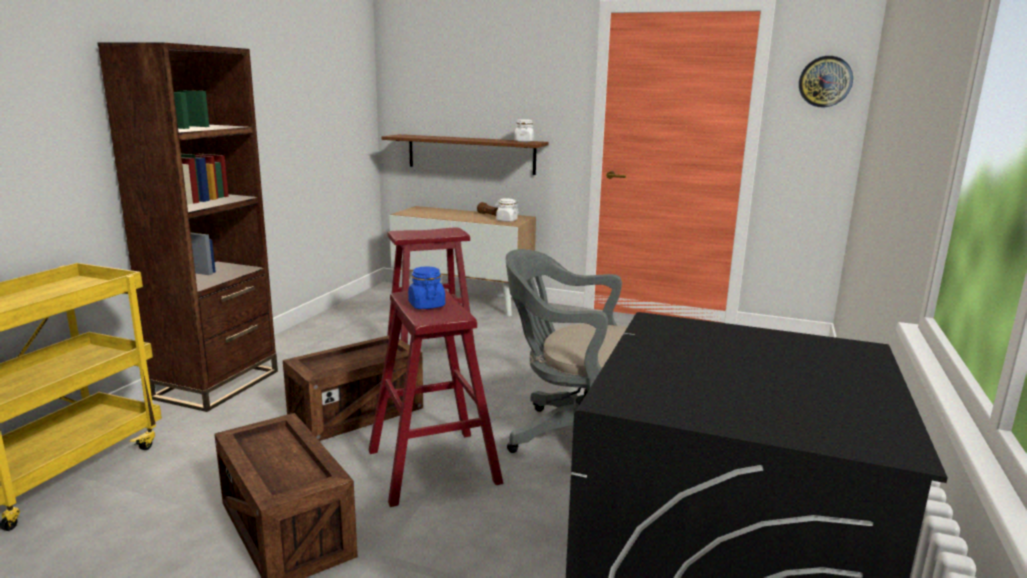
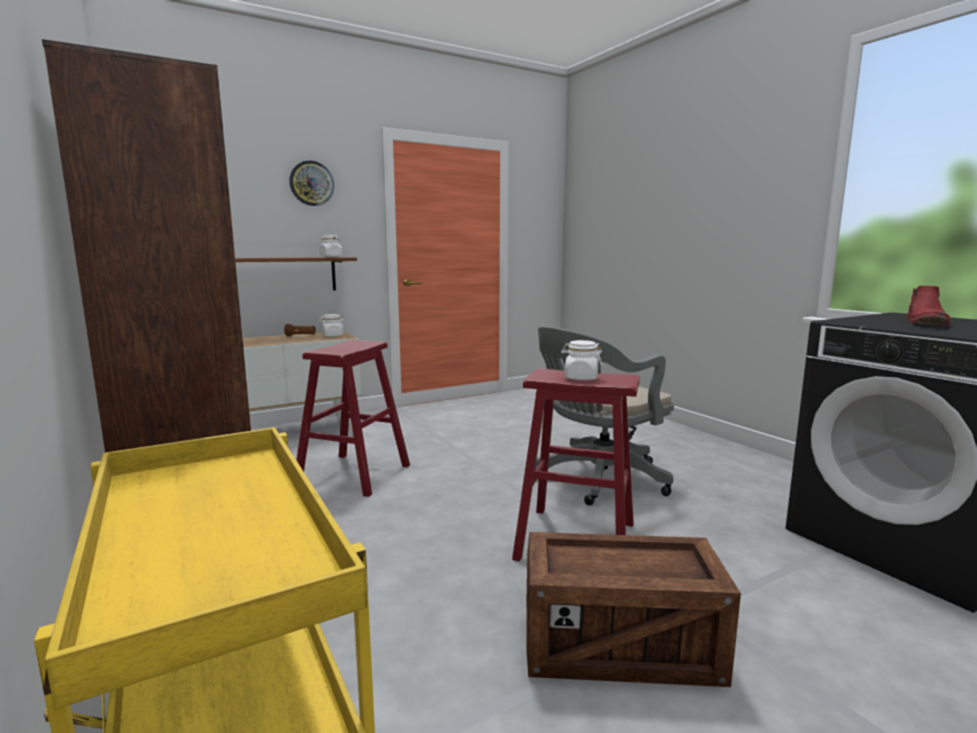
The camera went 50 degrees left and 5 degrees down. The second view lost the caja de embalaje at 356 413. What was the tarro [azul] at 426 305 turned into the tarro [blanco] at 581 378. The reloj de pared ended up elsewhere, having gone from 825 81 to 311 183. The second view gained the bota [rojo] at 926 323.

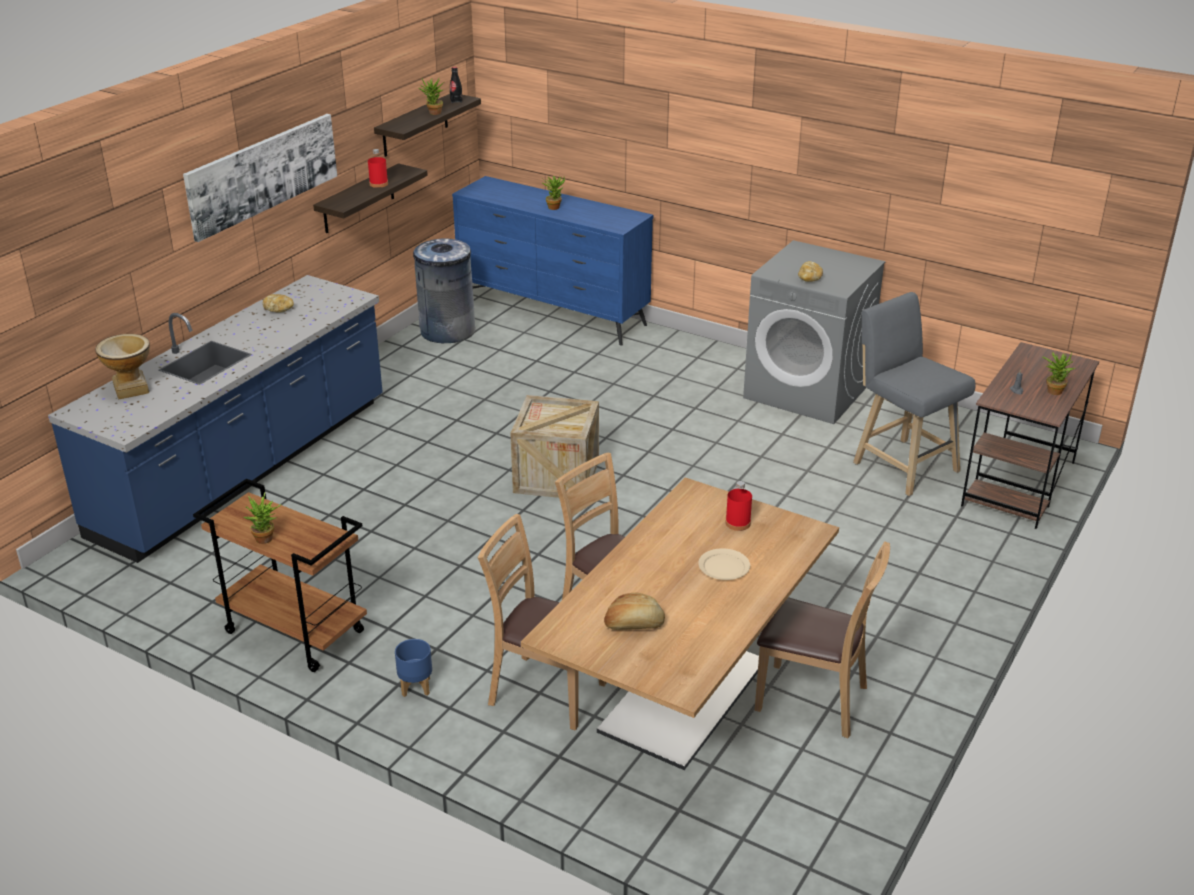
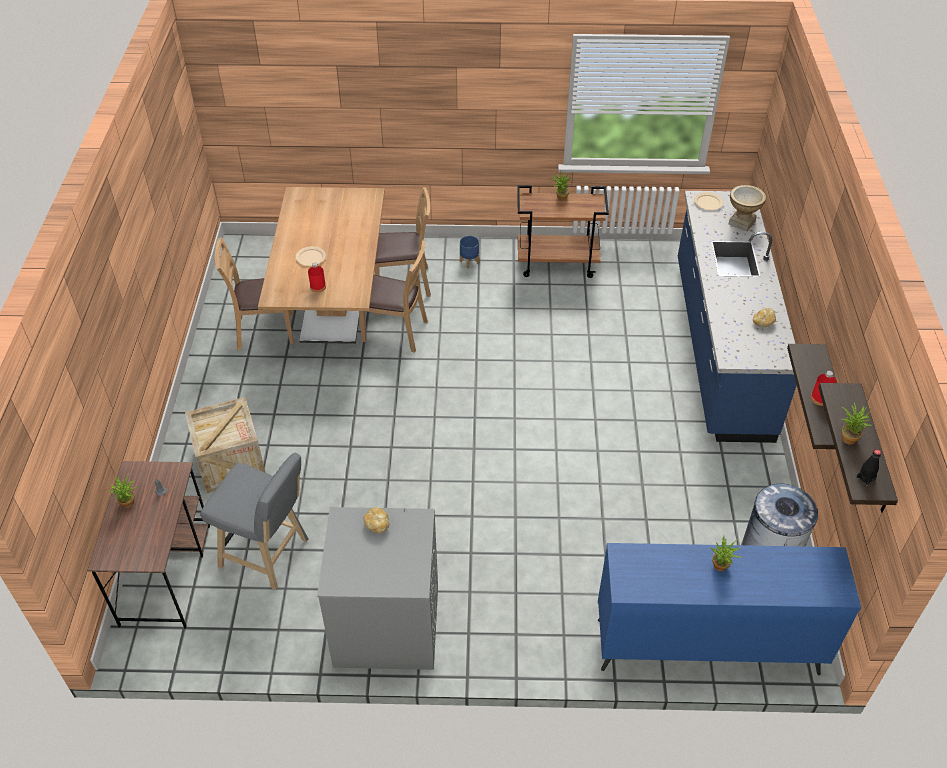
The camera went 150 degrees right and 15 degrees up. The second view lost the cuadro at 263 174. The caja de embalaje ended up elsewhere, having gone from 556 476 to 230 462. The second view lost the pan at 634 624. The second view gained the plato [beis] at 708 203.

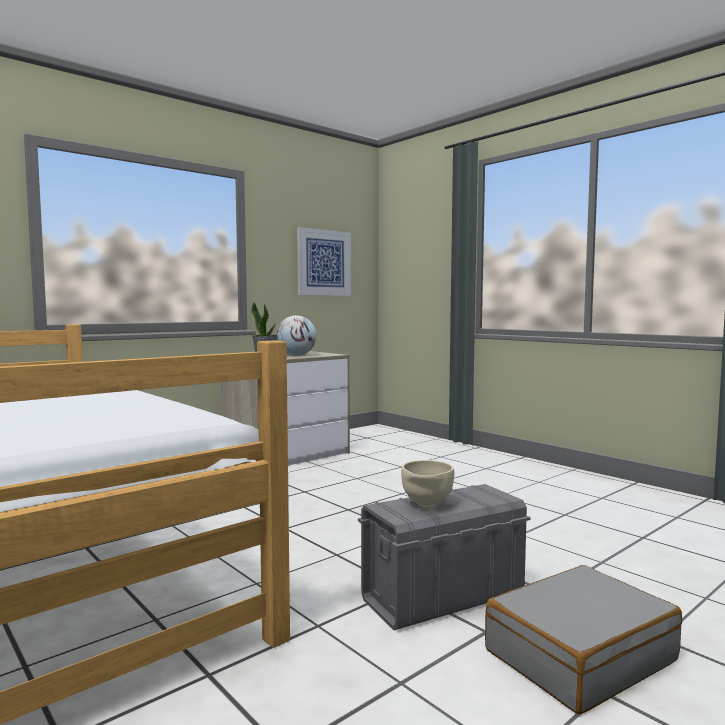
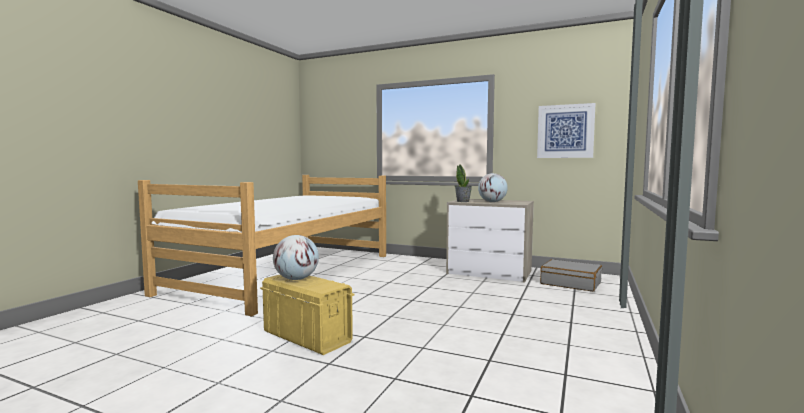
The camera went 65 degrees right and 0 degrees up. What was the caja de almacenaje [gris] at 442 597 turned into the caja de almacenaje [amarillo] at 307 336. Where the cuenco [beis] stood at 426 506, the globo terráqueo came to stand at 296 279. The maleta [gris] ended up elsewhere, having gone from 579 655 to 570 283.

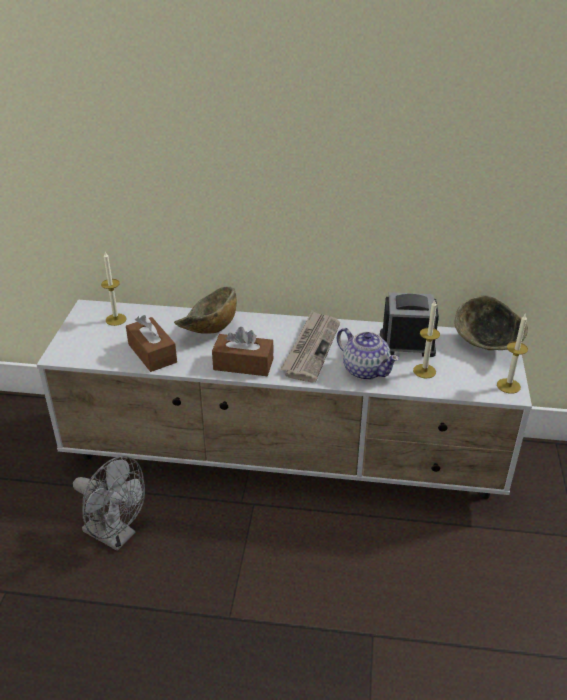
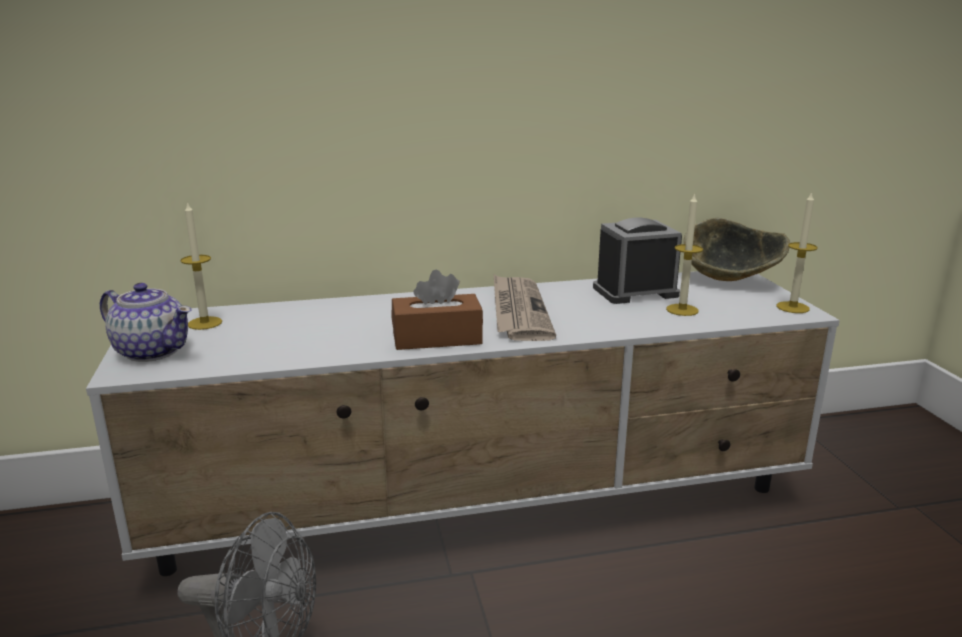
The camera went 20 degrees left and 15 degrees down. The second view lost the caja de pañuelos [marrón] at 152 353. The second view lost the cuenco at 208 331. The tetera ended up elsewhere, having gone from 365 369 to 152 351.

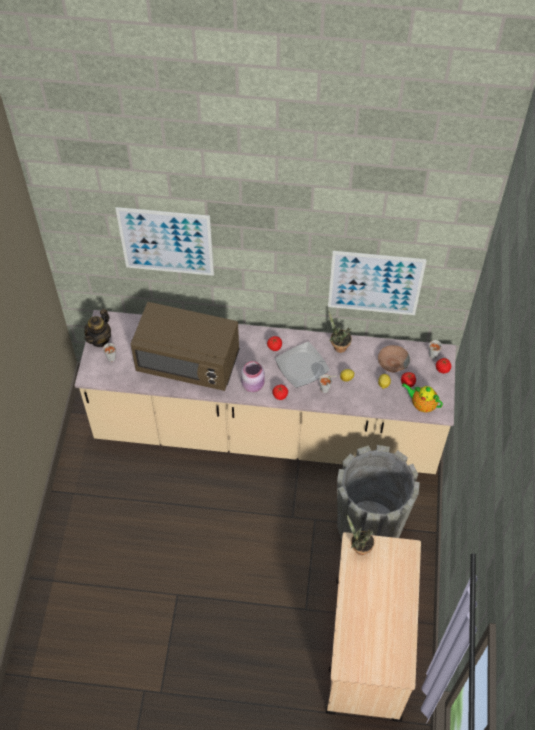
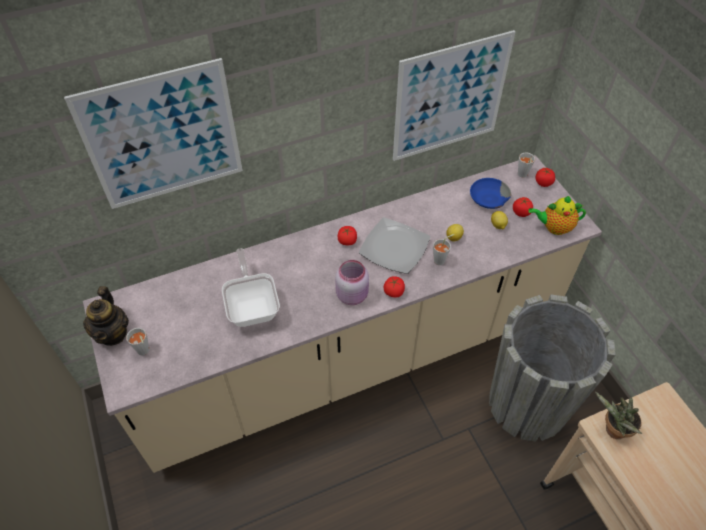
The camera went 30 degrees left and 5 degrees down. Where the microondas [marrón] stood at 188 362, the sartén came to stand at 253 306. The second view lost the planta en maceta at 338 346. What was the cuenco [marrón] at 392 362 turned into the cuenco [azul] at 488 199.

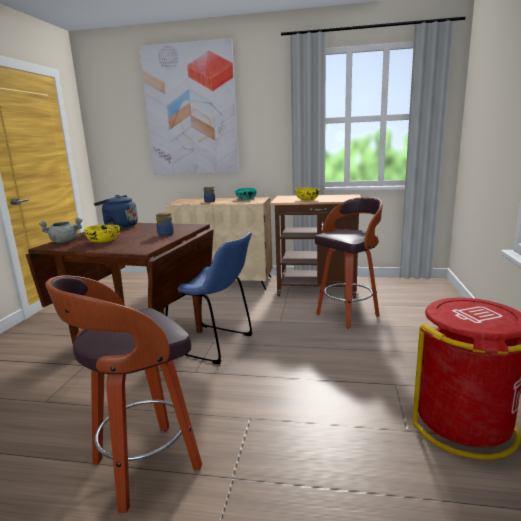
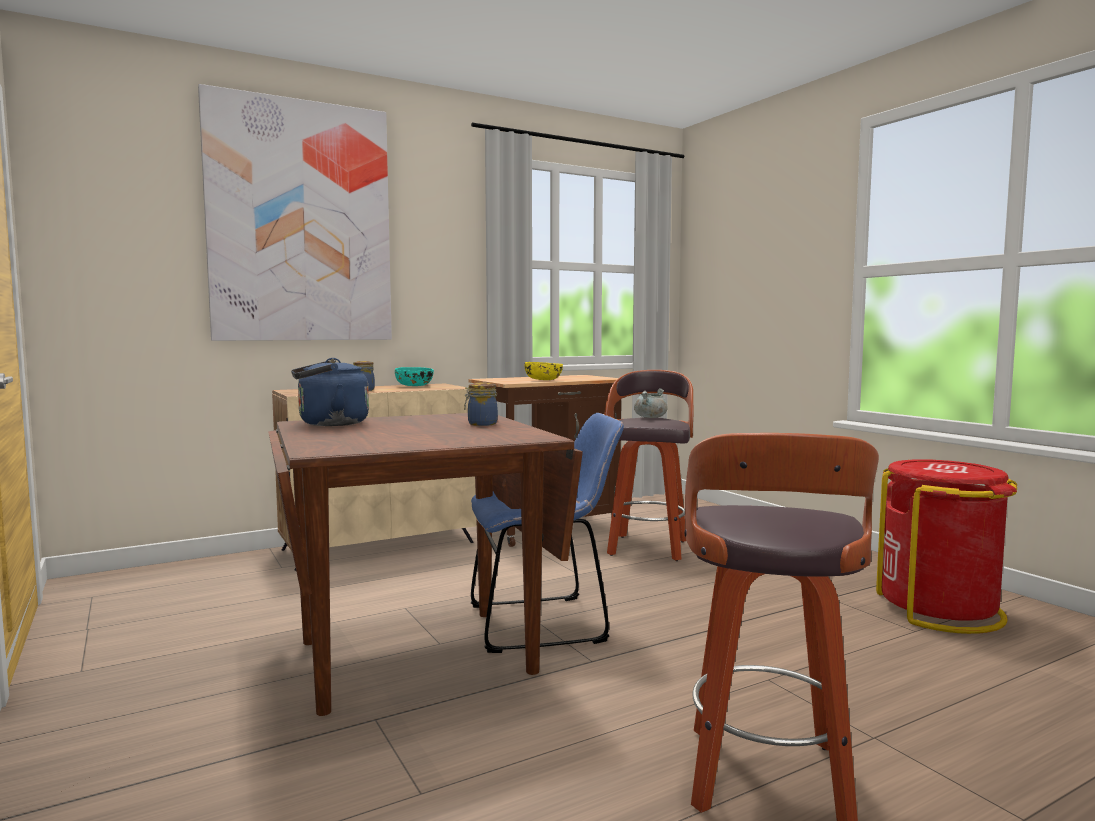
The camera went 40 degrees left and 10 degrees down. The olla [gris] ended up elsewhere, having gone from 64 241 to 650 417. The second view lost the cuenco [amarillo] at 104 241.

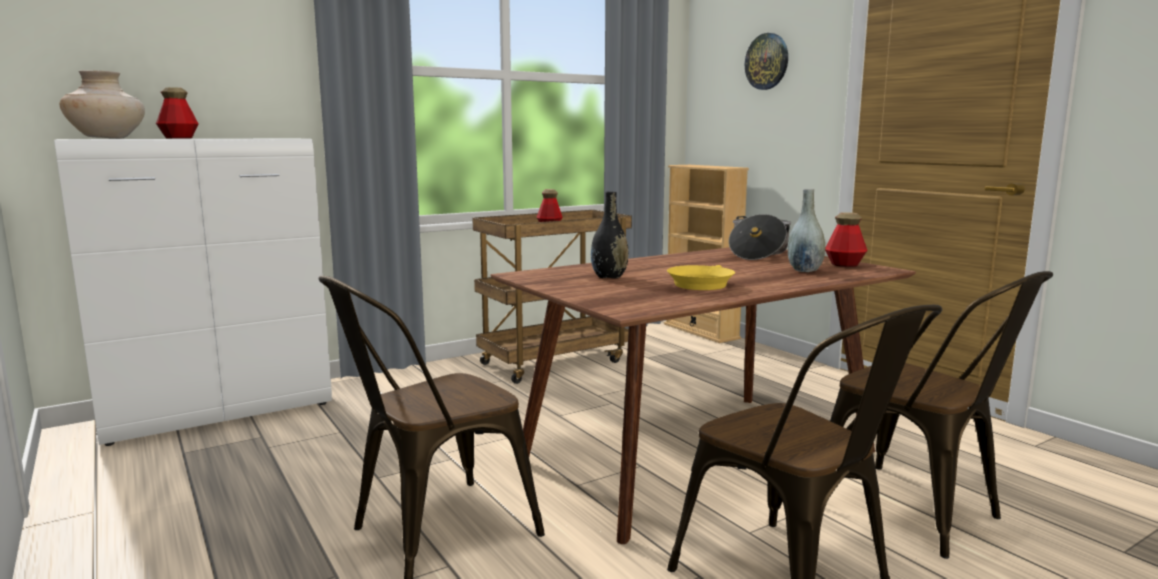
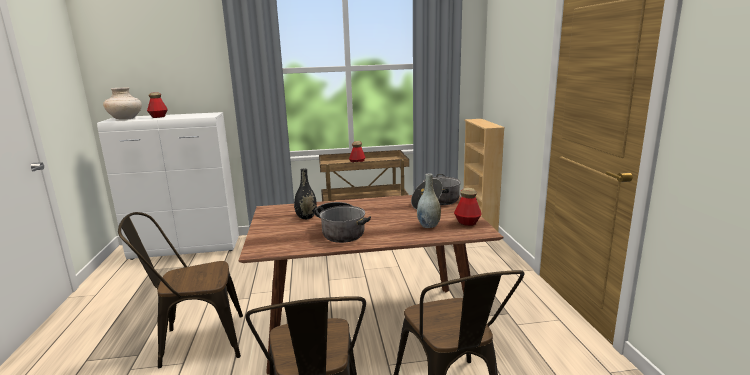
The camera went 25 degrees right and 5 degrees up. Where the sartén [amarillo] stood at 701 284, the olla came to stand at 341 231. The second view lost the reloj de pared at 767 61.

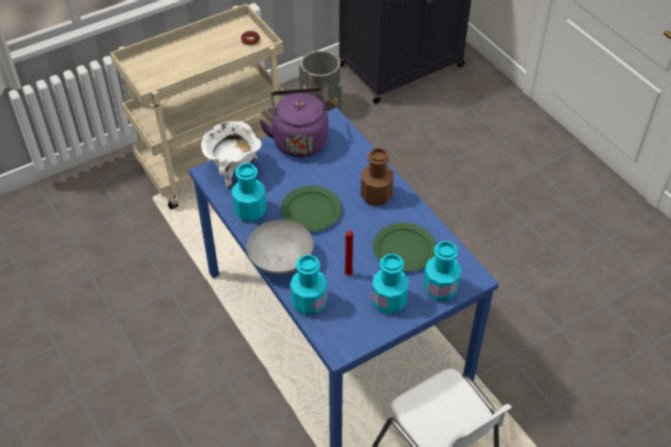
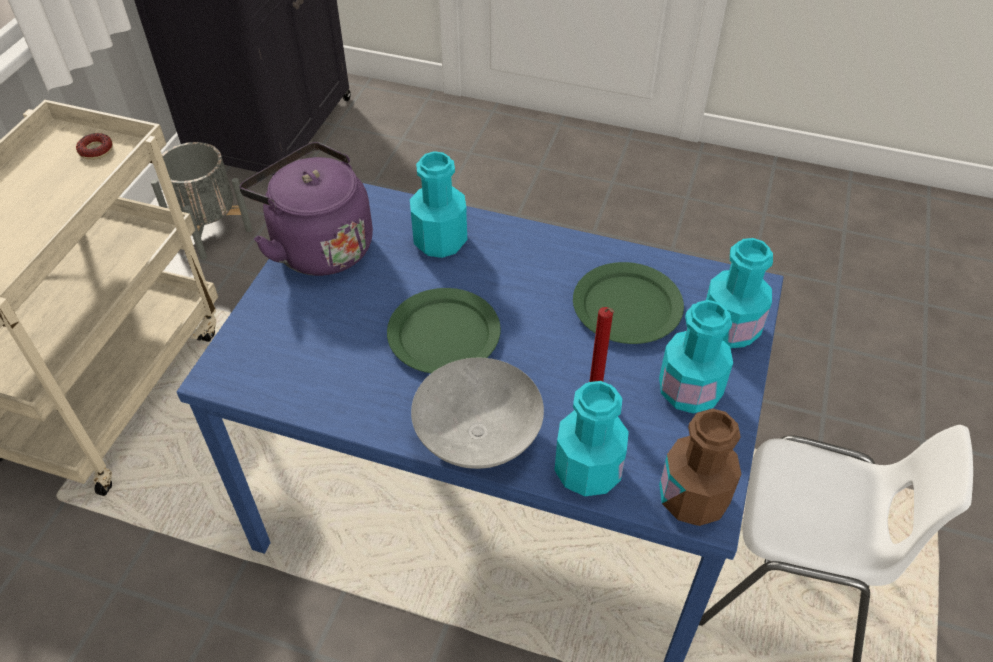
The camera went 40 degrees left and 0 degrees up. The second view lost the olla [blanco] at 233 170. The botella [turquesa] ended up elsewhere, having gone from 250 210 to 440 241. The botella [marrón] ended up elsewhere, having gone from 376 195 to 692 498.

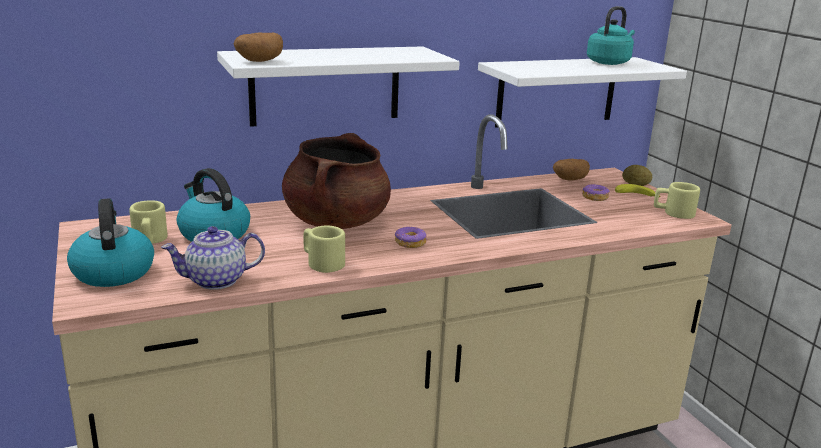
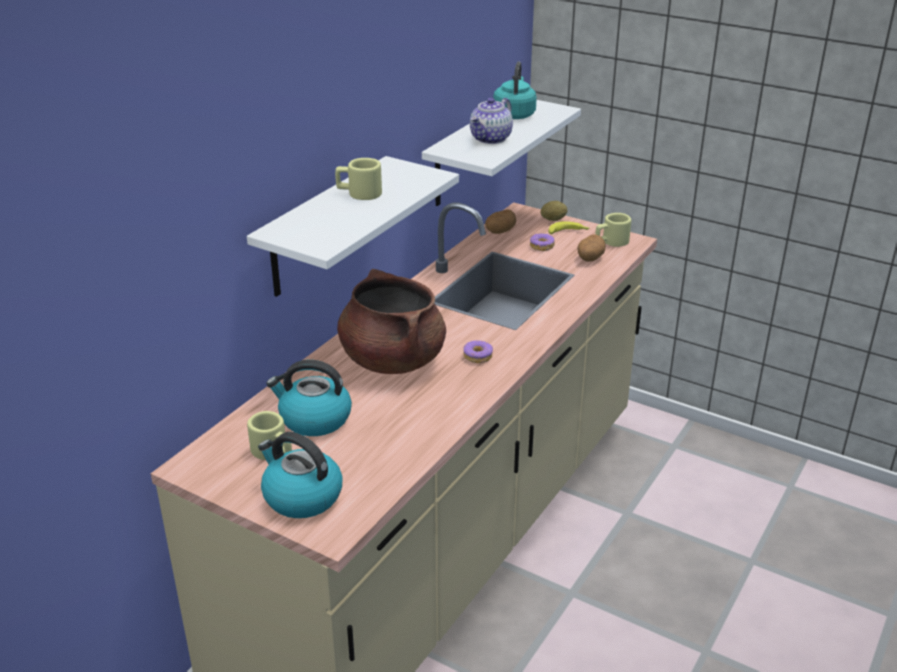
The camera went 35 degrees left and 10 degrees up. The tetera ended up elsewhere, having gone from 216 281 to 491 139. The patata ended up elsewhere, having gone from 259 61 to 589 258. The taza grande [beis] ended up elsewhere, having gone from 322 263 to 359 193.

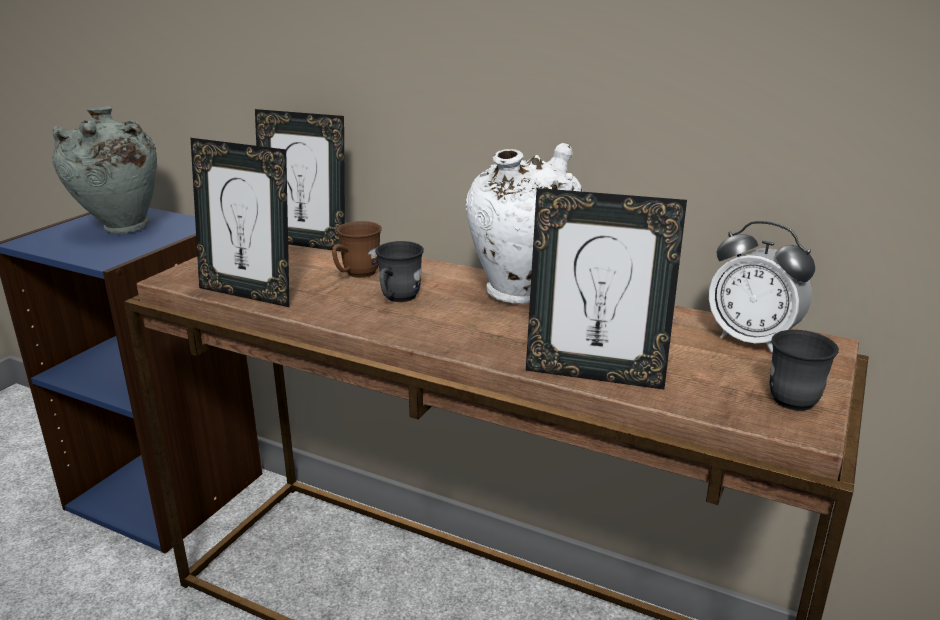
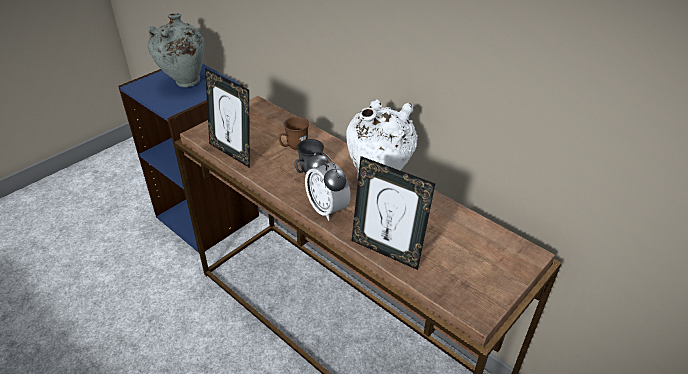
The camera went 15 degrees right and 15 degrees up. The second view lost the portarretratos at 306 243. The despertador ended up elsewhere, having gone from 752 340 to 327 209. The second view lost the taza grande [gris] at 792 395.

